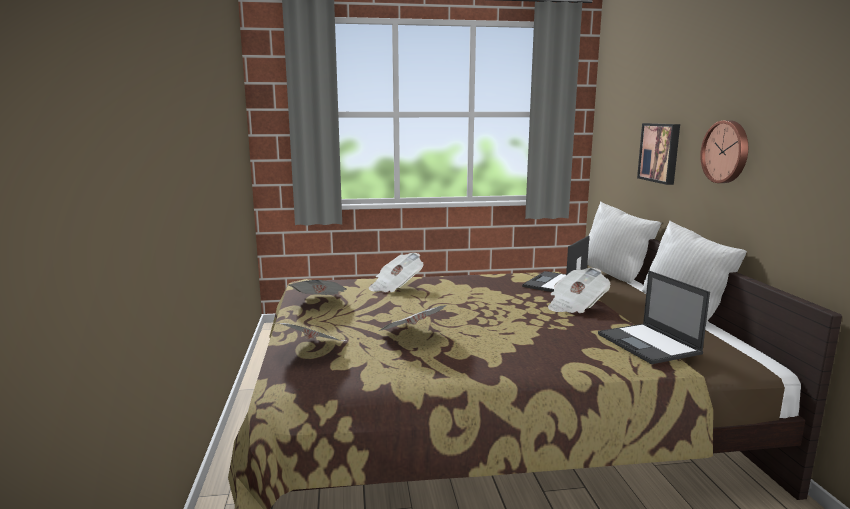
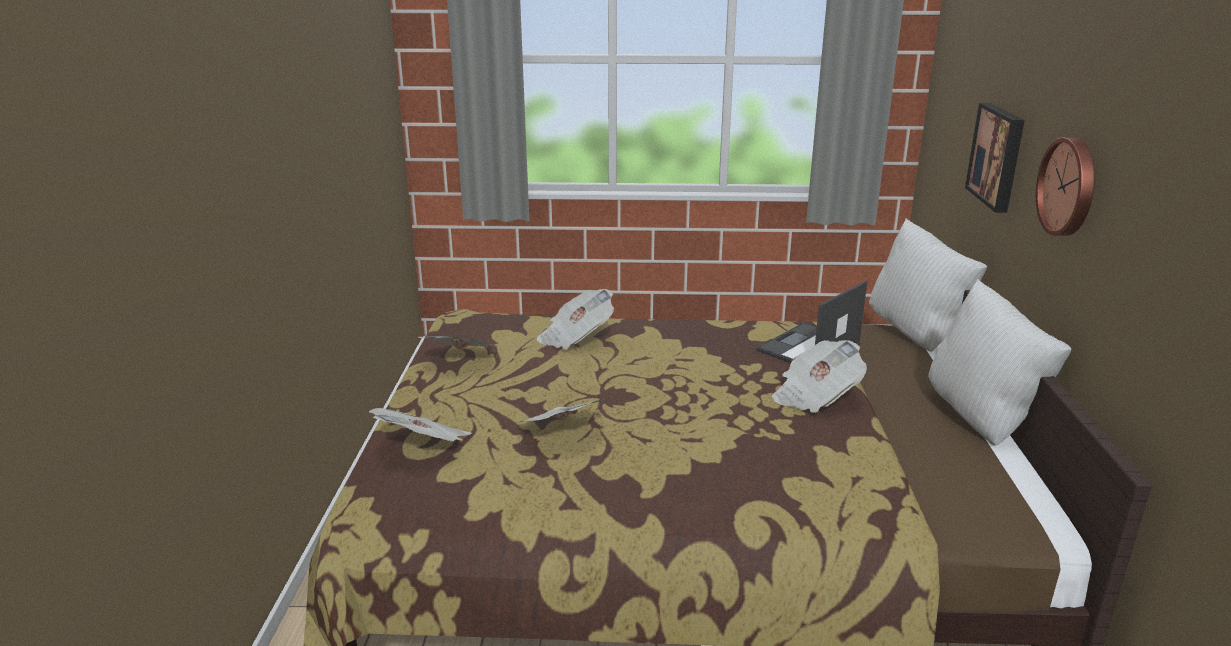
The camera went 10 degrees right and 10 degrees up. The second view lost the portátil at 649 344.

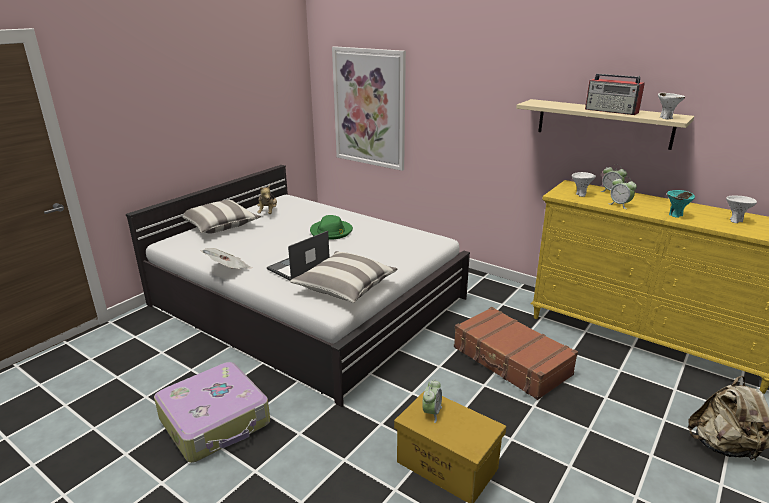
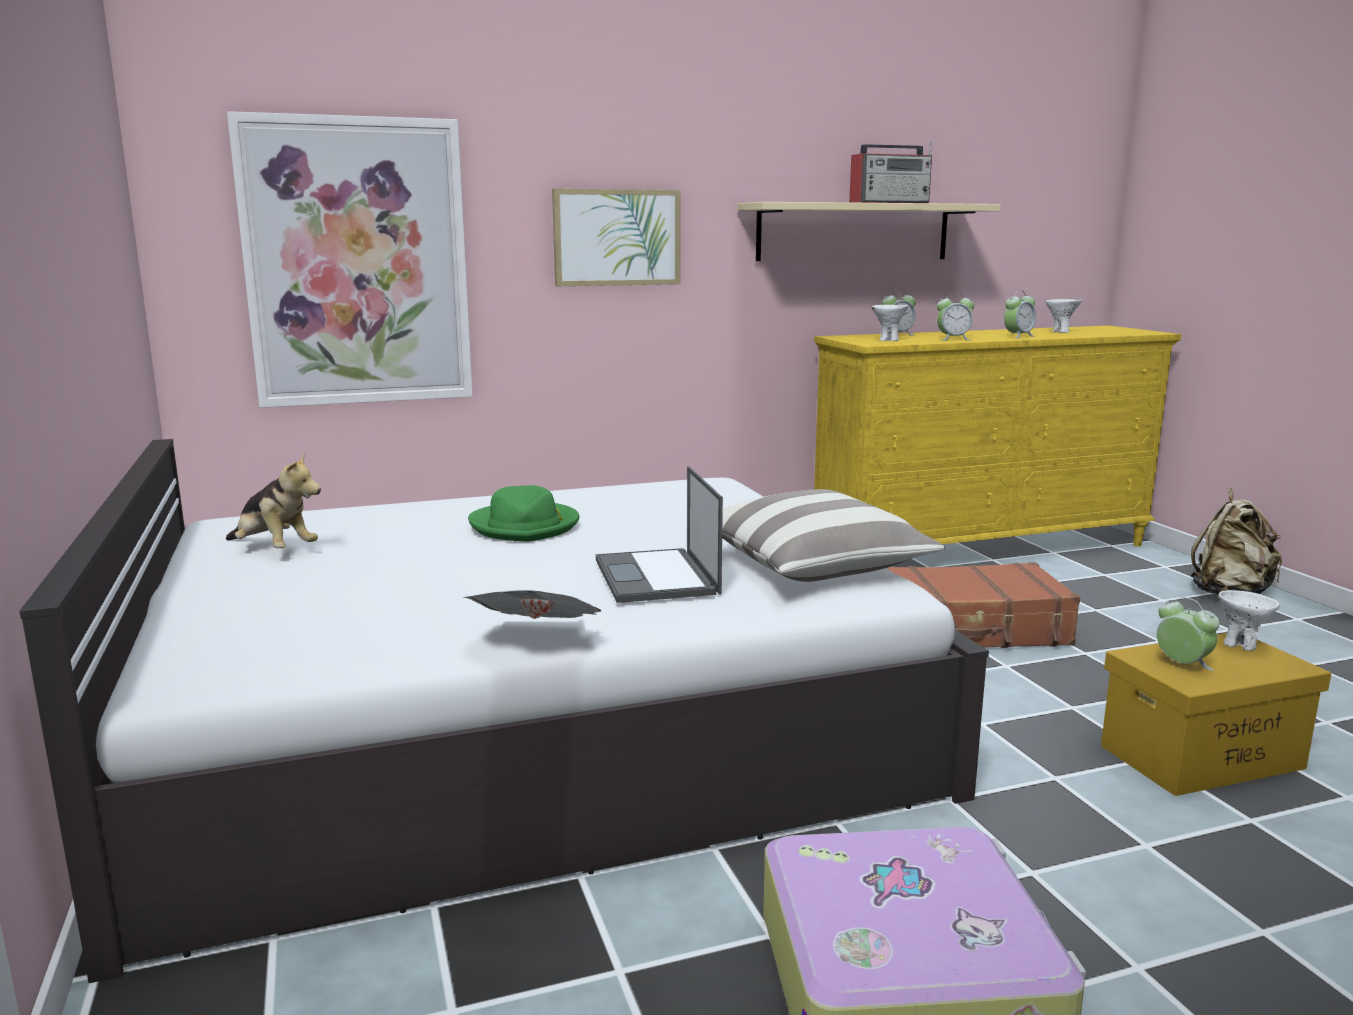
The camera went 55 degrees left and 10 degrees down. The second view lost the cojín at 219 226. The cuenco [blanco] ended up elsewhere, having gone from 666 118 to 1240 645. Where the cuenco [turquesa] stood at 675 215, the despertador came to stand at 1018 336. The second view gained the cuadro at 617 237.

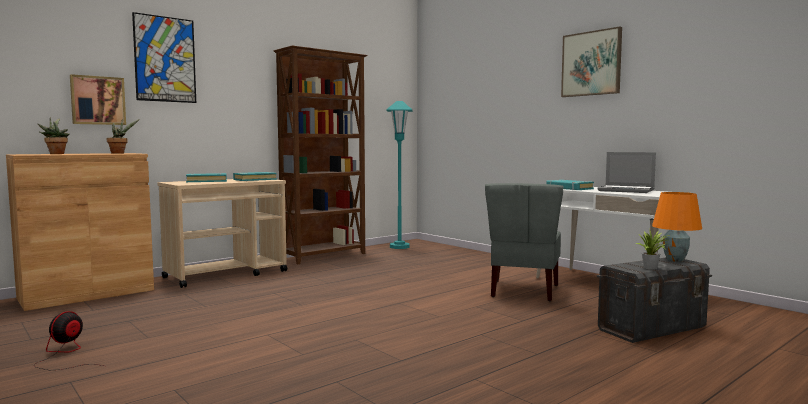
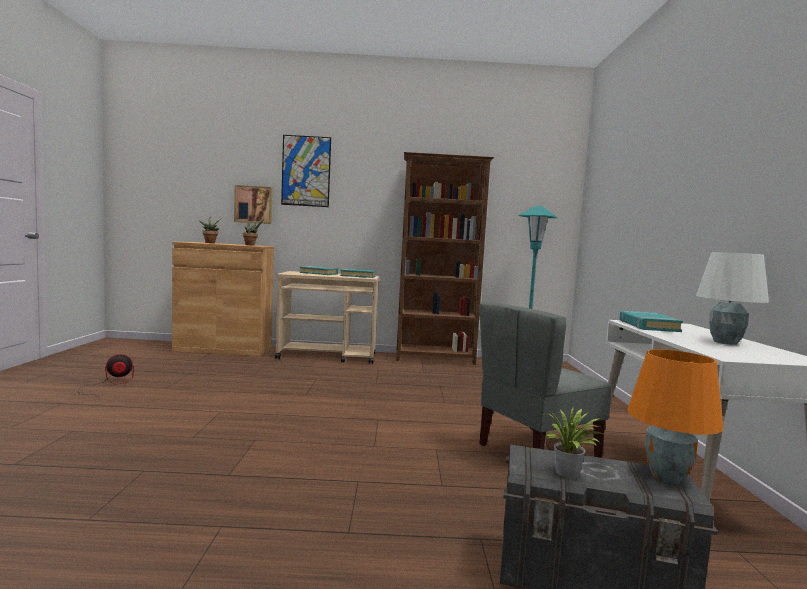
The camera went 40 degrees right and 0 degrees up. The second view lost the cuadro at 591 63. Where the portátil stood at 626 190, the lámpara de mesa [blanco] came to stand at 726 342.

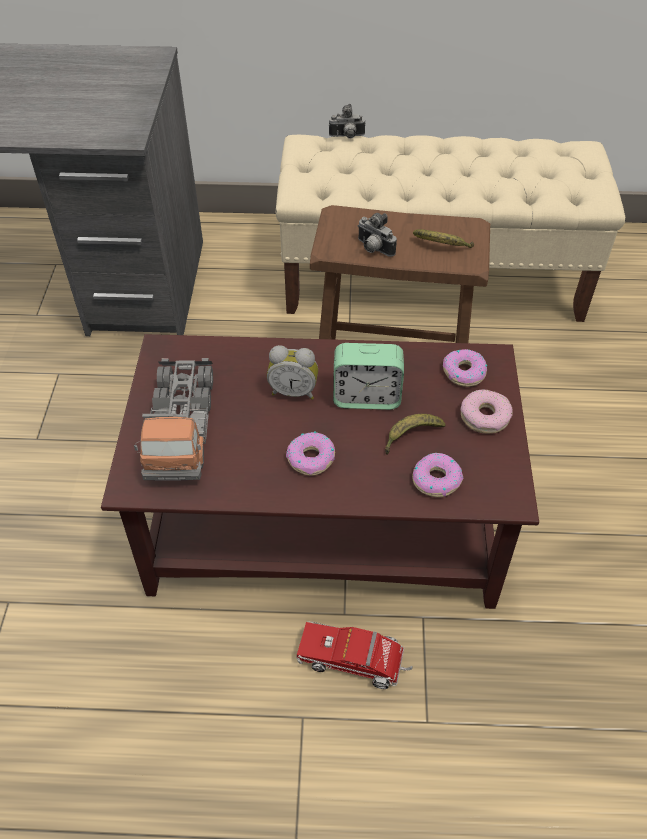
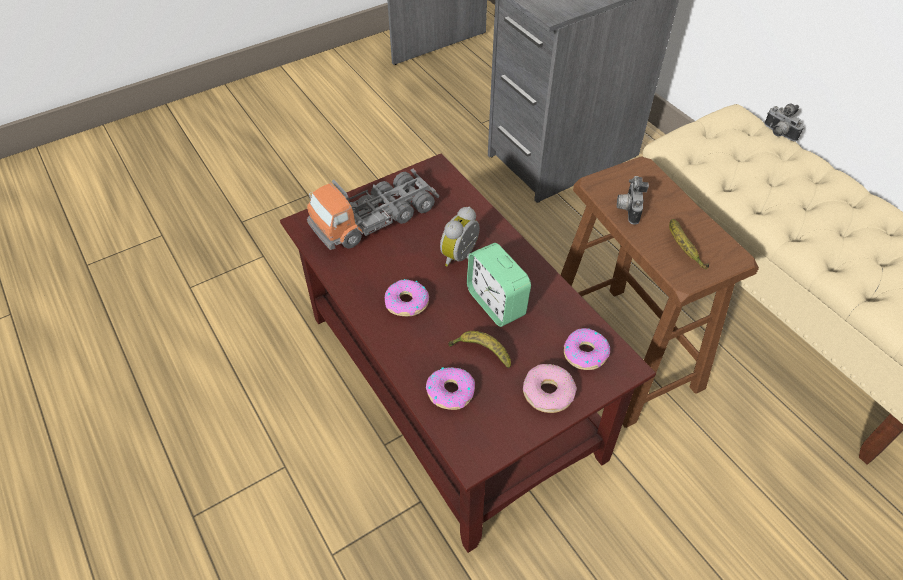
The camera went 55 degrees right and 0 degrees up. The despertador at 294 391 ended up facing another way, 60 degrees clockwise from before. The second view lost the camión de juguete at 355 660.

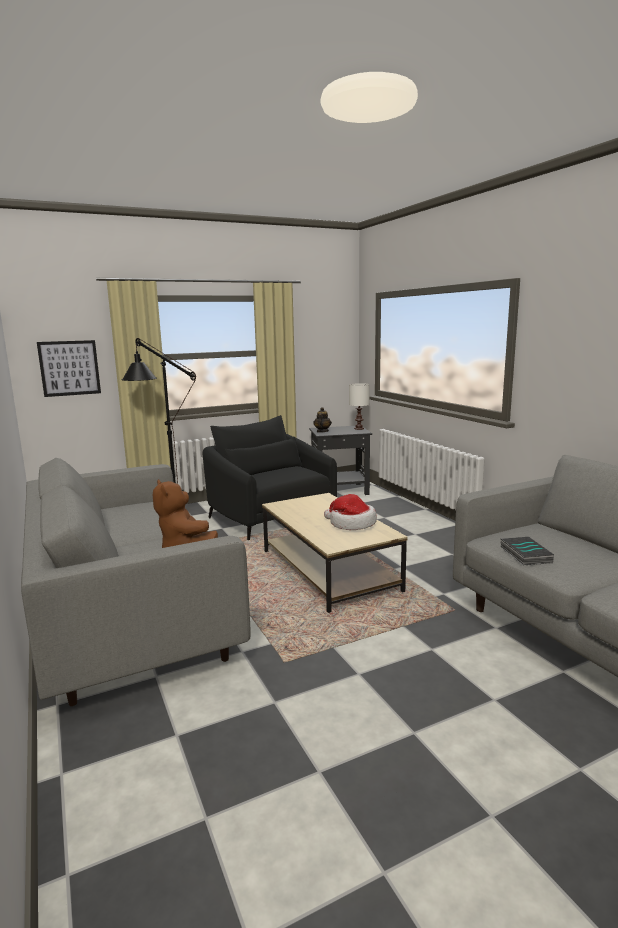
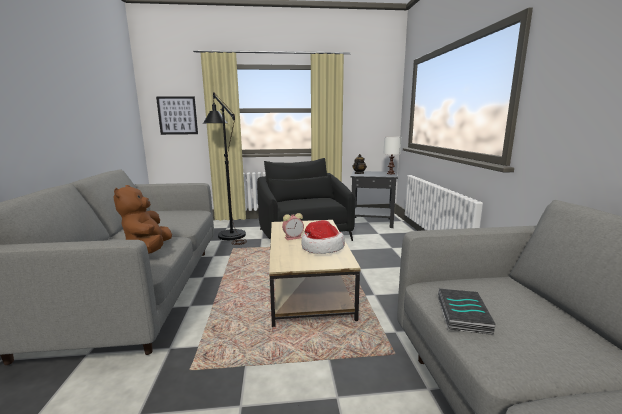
The camera went 20 degrees right and 0 degrees up. The second view gained the despertador at 293 237.

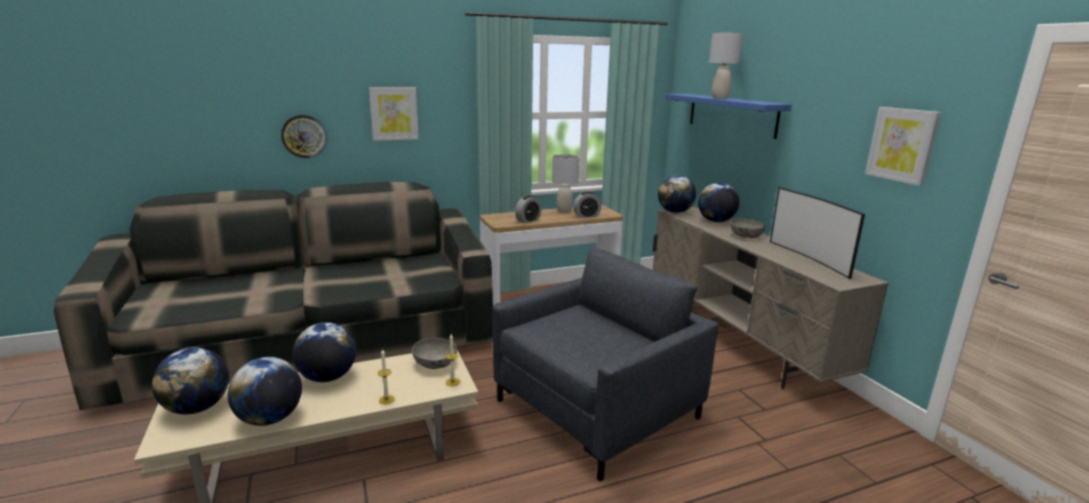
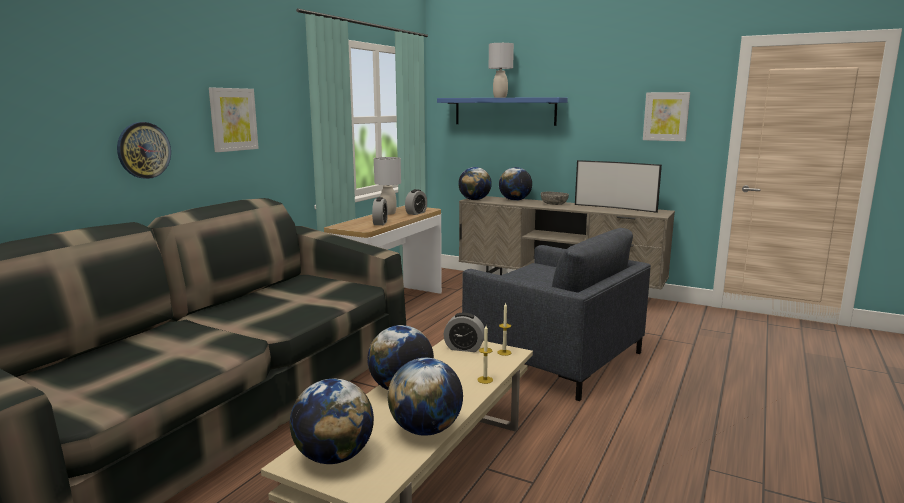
The camera went 40 degrees left and 5 degrees down. Where the cuenco [gris] stood at 435 363, the despertador came to stand at 464 348. The sillón [gris] at 597 409 ended up facing another way, 120 degrees clockwise from before.

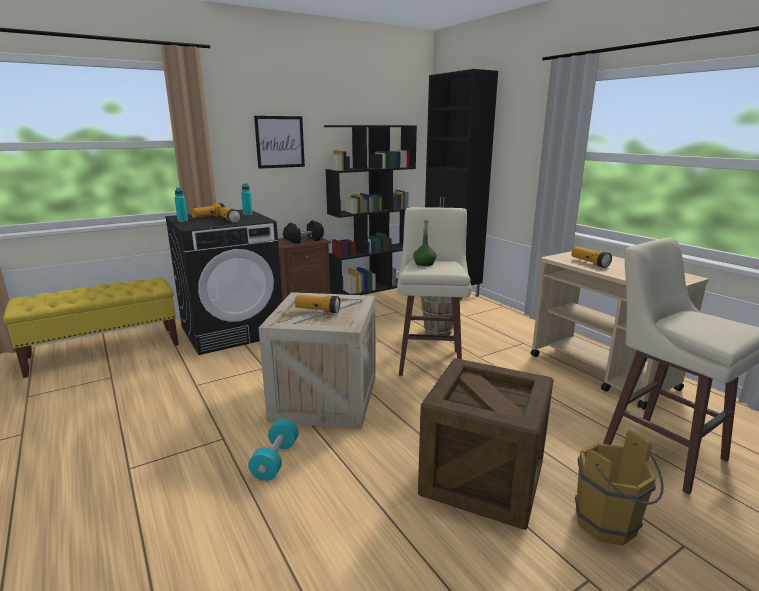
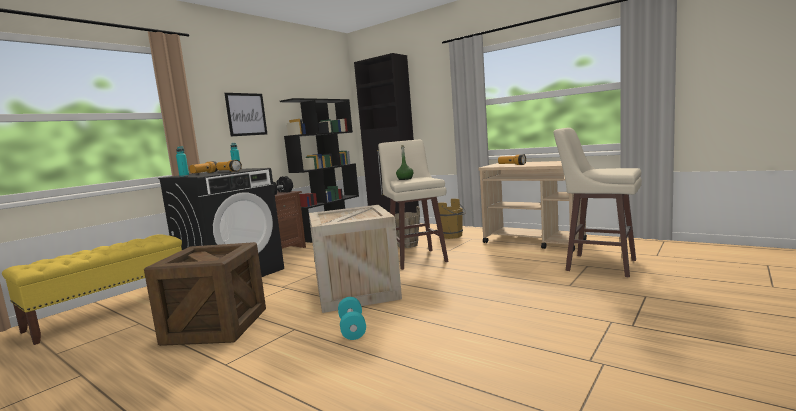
The camera went 20 degrees left and 10 degrees down. The second view lost the linterna at 317 310. The caja de embalaje ended up elsewhere, having gone from 482 478 to 216 326. The cubo [marrón] ended up elsewhere, having gone from 609 526 to 452 236.

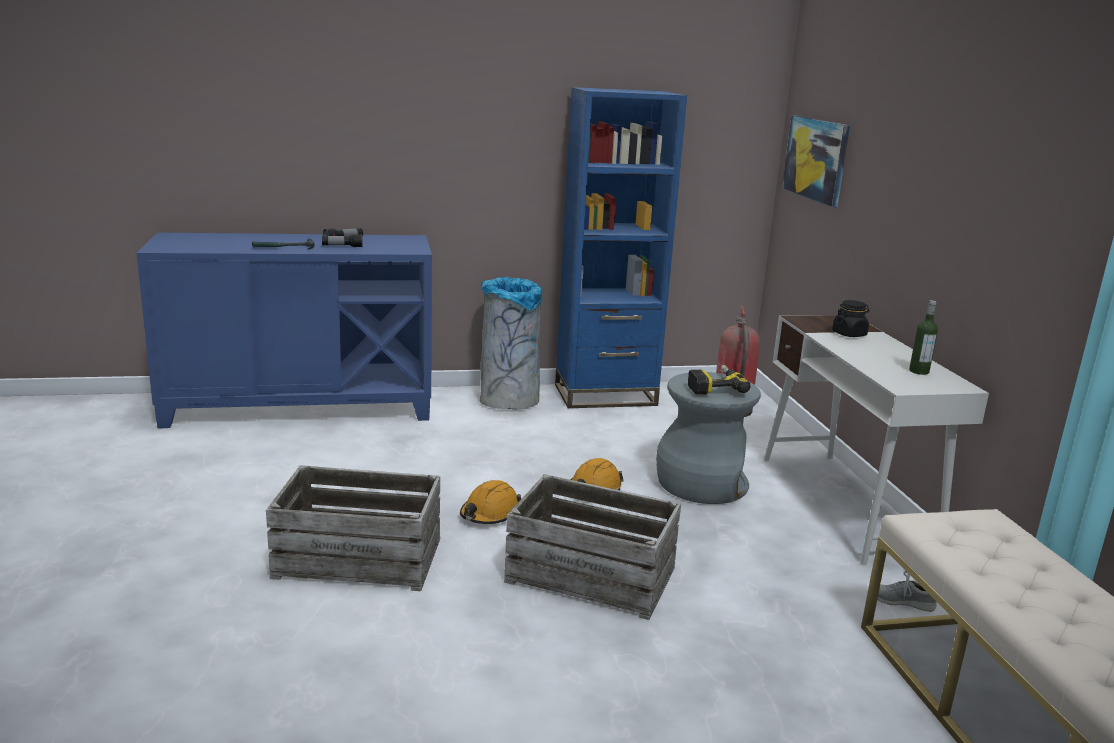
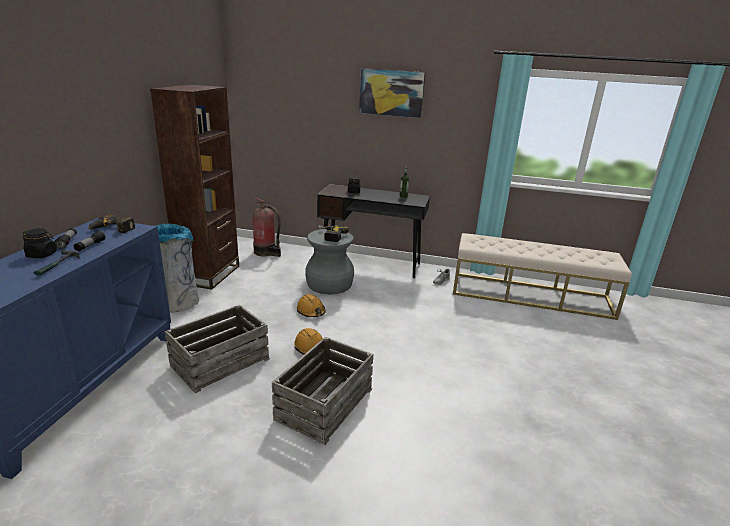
The camera went 65 degrees left and 5 degrees up. The caja de embalaje ended up elsewhere, having gone from 591 574 to 220 362. What was the estantería [azul] at 605 395 turned into the estantería [marrón] at 209 274. What was the escritorio [blanco] at 845 505 turned into the escritorio [negro] at 371 263. The cuadro ended up elsewhere, having gone from 816 159 to 391 93. The second view gained the tarro [negro] at 42 255. The second view gained the taladro at 111 229.

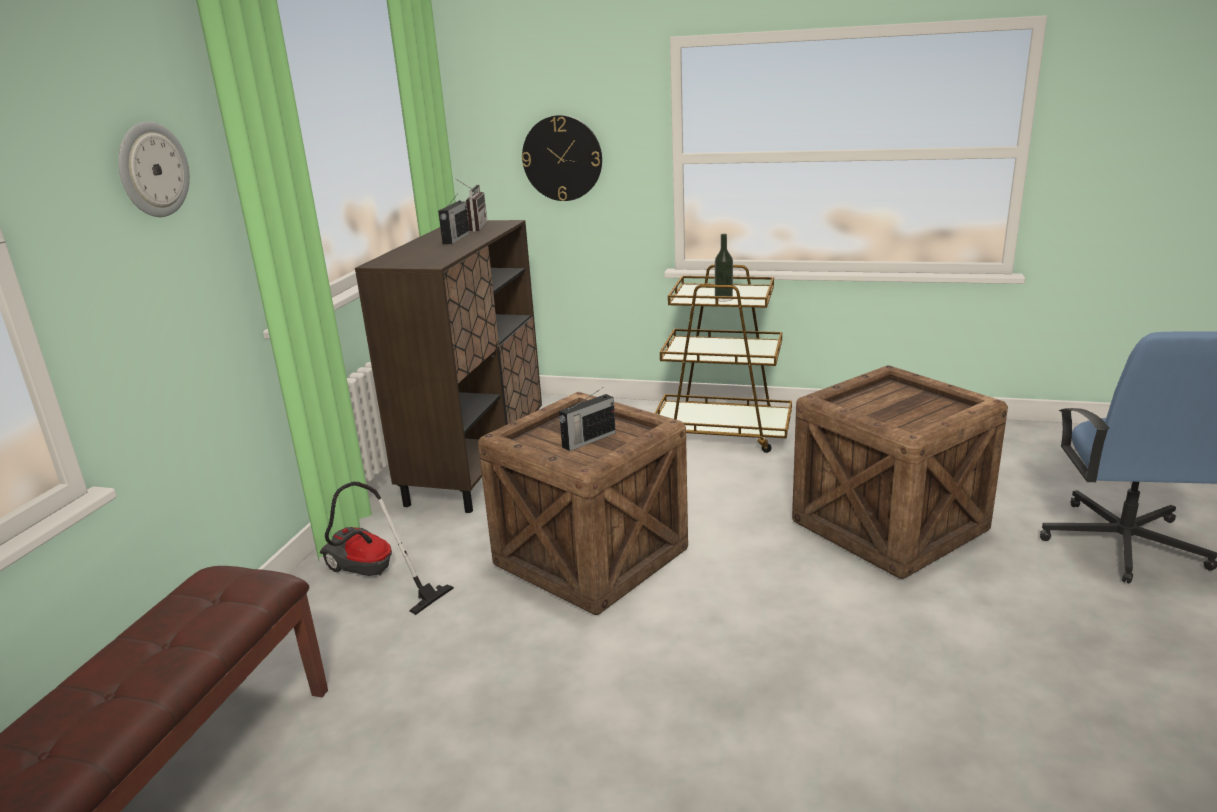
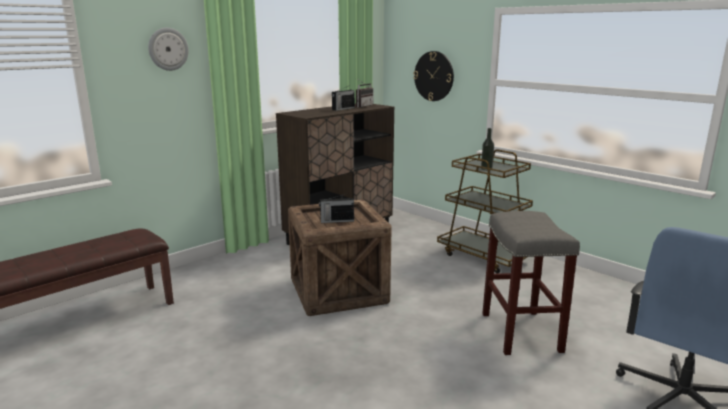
The camera went 30 degrees right and 5 degrees down. The second view lost the aspiradora at 372 577. Where the caja de embalaje stood at 892 526, the taburete [gris] came to stand at 522 333.

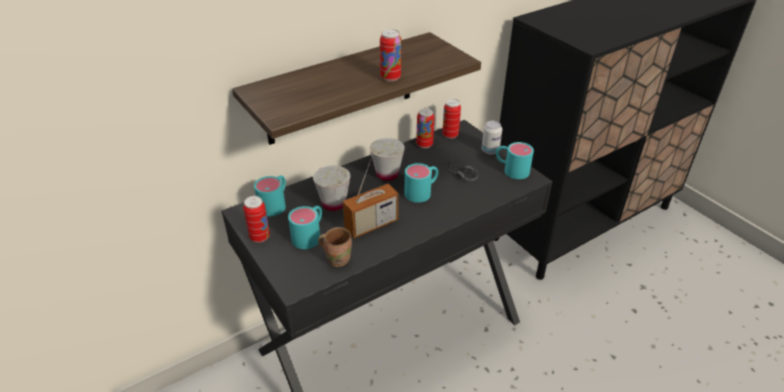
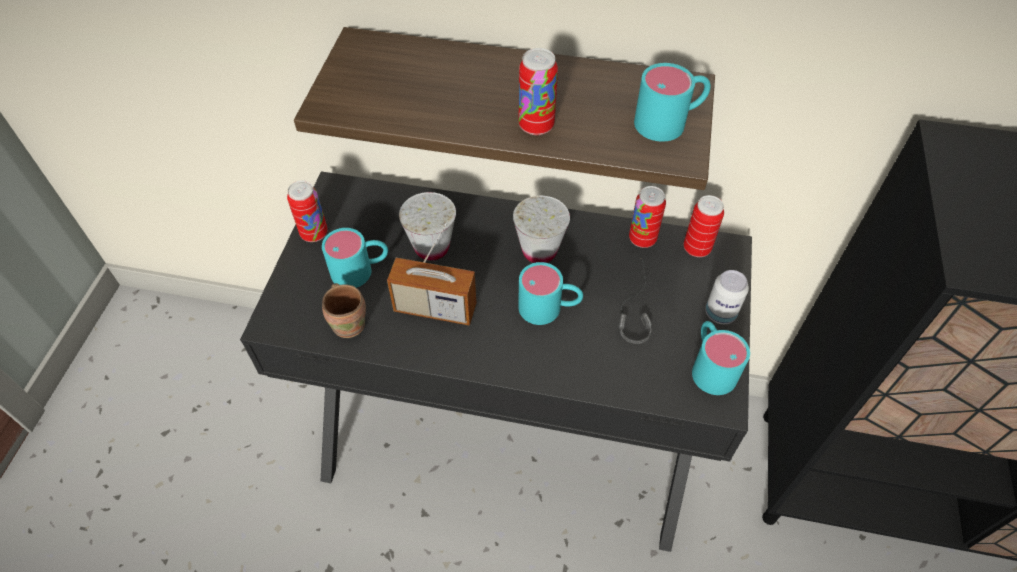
The camera went 45 degrees right and 15 degrees up. The taza grande [turquesa] ended up elsewhere, having gone from 275 203 to 670 121.

